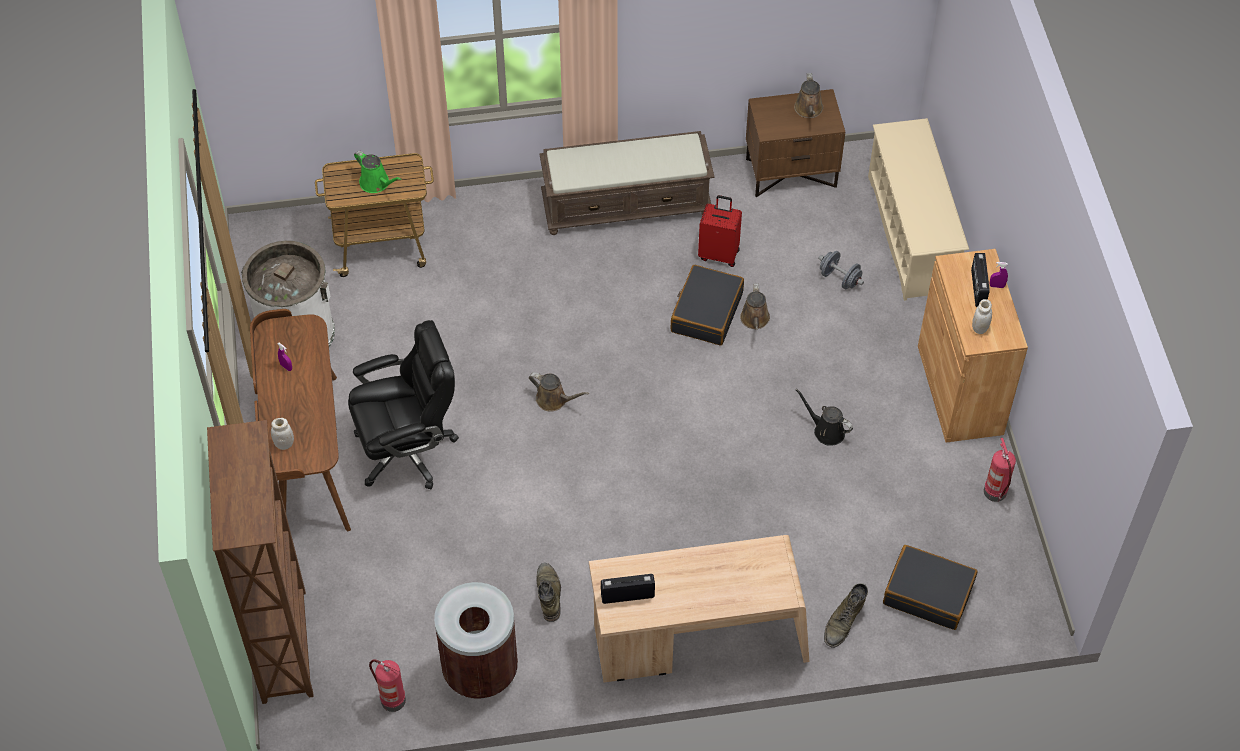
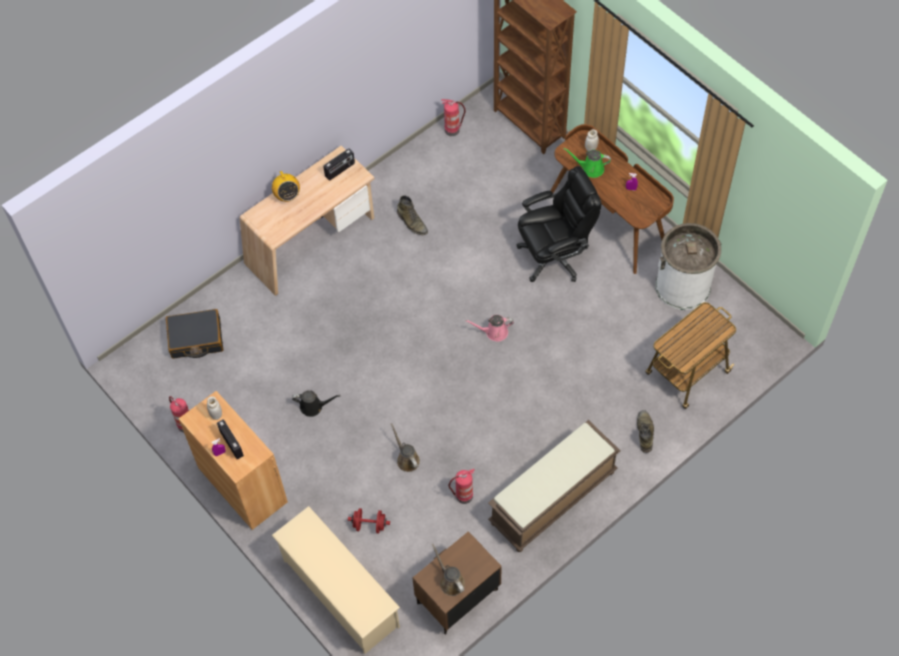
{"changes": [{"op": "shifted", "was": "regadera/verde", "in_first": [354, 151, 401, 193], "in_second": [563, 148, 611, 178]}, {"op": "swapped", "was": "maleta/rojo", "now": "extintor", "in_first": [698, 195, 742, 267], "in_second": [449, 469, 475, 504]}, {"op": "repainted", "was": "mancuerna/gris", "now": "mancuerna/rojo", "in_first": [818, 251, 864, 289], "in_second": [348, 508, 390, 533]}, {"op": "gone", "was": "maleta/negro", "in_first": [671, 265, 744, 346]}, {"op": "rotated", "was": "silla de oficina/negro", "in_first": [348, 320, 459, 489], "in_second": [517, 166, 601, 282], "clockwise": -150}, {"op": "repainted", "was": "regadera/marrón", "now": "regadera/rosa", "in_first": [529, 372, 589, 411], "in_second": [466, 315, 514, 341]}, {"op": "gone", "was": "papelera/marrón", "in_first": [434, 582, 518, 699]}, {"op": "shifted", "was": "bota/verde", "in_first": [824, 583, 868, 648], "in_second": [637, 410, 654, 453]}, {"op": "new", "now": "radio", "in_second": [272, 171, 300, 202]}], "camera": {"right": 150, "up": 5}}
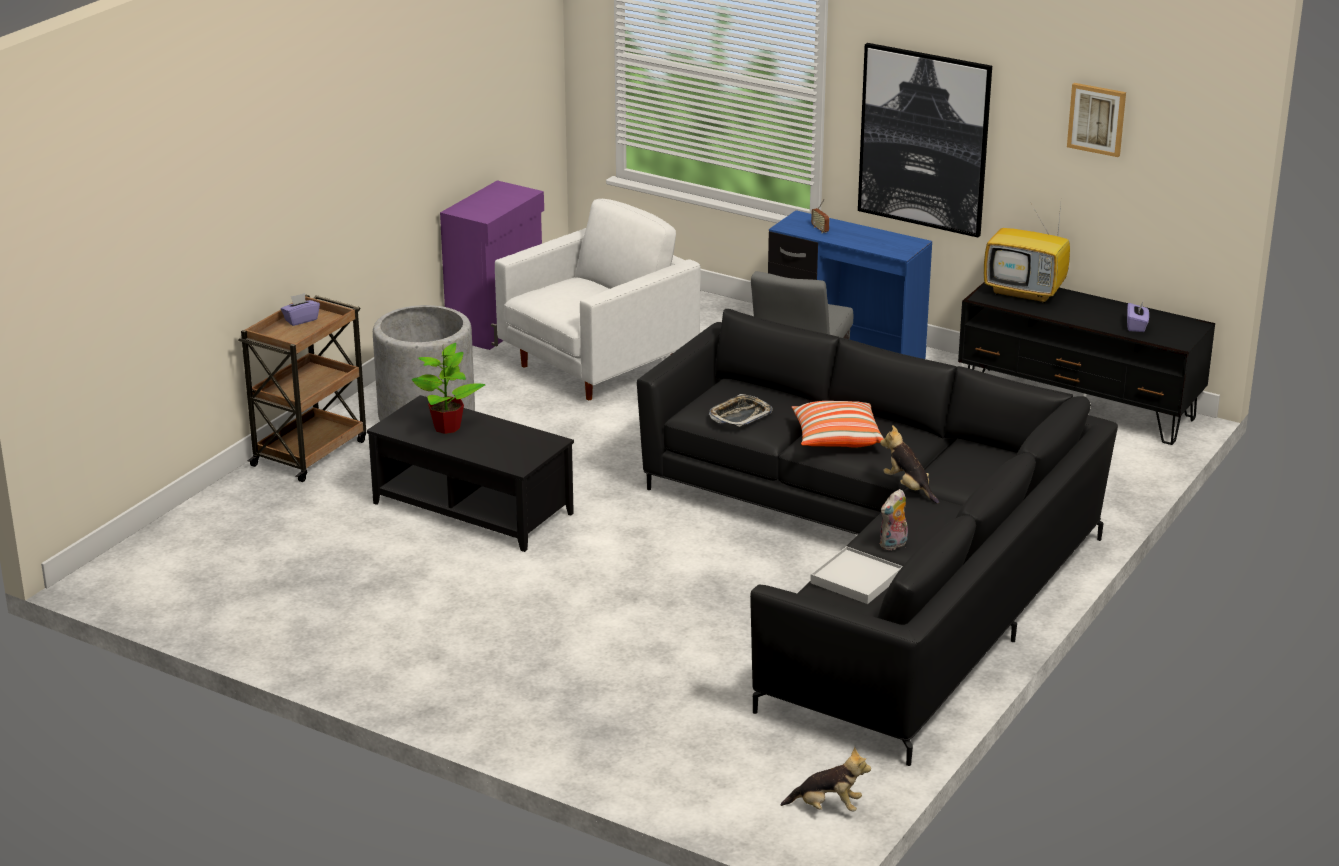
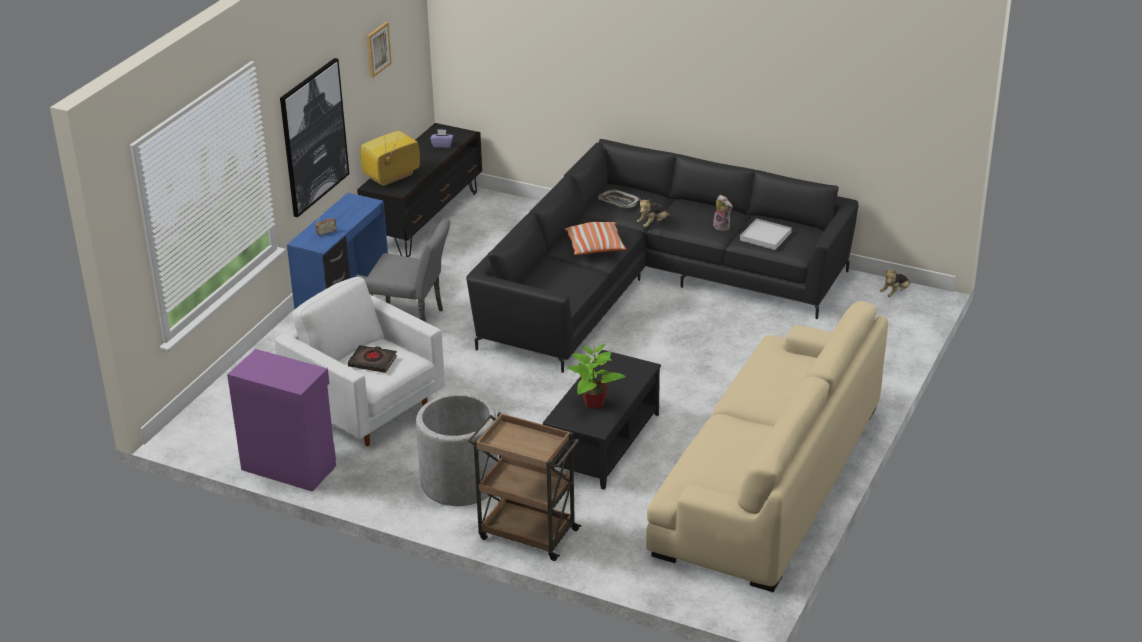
{"changes": [{"op": "rotated", "was": "televisor", "in_first": [984, 202, 1070, 303], "in_second": [360, 131, 420, 187], "clockwise": -150}, {"op": "gone", "was": "caja de pañuelos/morado", "in_first": [281, 293, 320, 326]}, {"op": "shifted", "was": "bandeja", "in_first": [709, 394, 773, 427], "in_second": [598, 190, 640, 208]}, {"op": "rotated", "was": "peluche", "in_first": [780, 746, 871, 811], "in_second": [880, 270, 911, 297], "clockwise": -135}, {"op": "new", "now": "sofá/beis", "in_second": [646, 301, 888, 592]}, {"op": "new", "now": "libro/negro", "in_second": [348, 345, 397, 373]}], "camera": {"right": -95, "up": 5}}
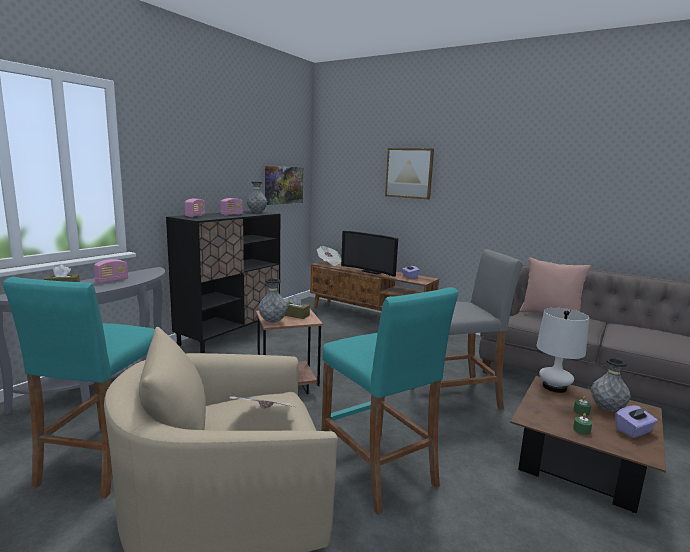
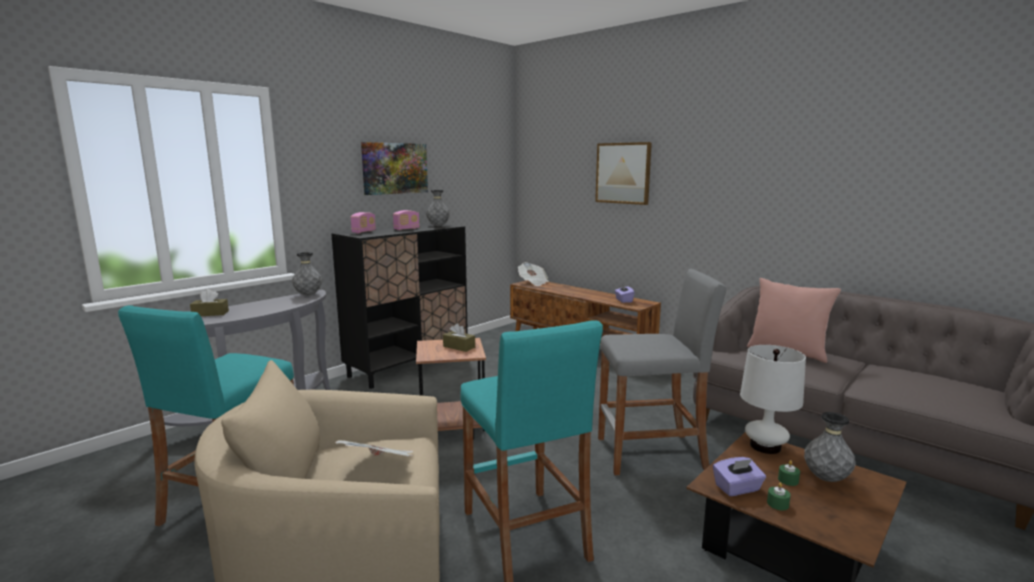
{"changes": [{"op": "shifted", "was": "cuadro", "in_first": [265, 166, 303, 205], "in_second": [361, 142, 428, 195]}, {"op": "gone", "was": "televisor", "in_first": [341, 231, 398, 277]}, {"op": "gone", "was": "radio", "in_first": [94, 259, 128, 283]}, {"op": "shifted", "was": "florero/gris", "in_first": [258, 278, 287, 323], "in_second": [292, 252, 322, 295]}, {"op": "shifted", "was": "caja de pañuelos/morado", "in_first": [615, 405, 658, 438], "in_second": [713, 457, 766, 496]}], "camera": {"right": 10, "up": 0}}
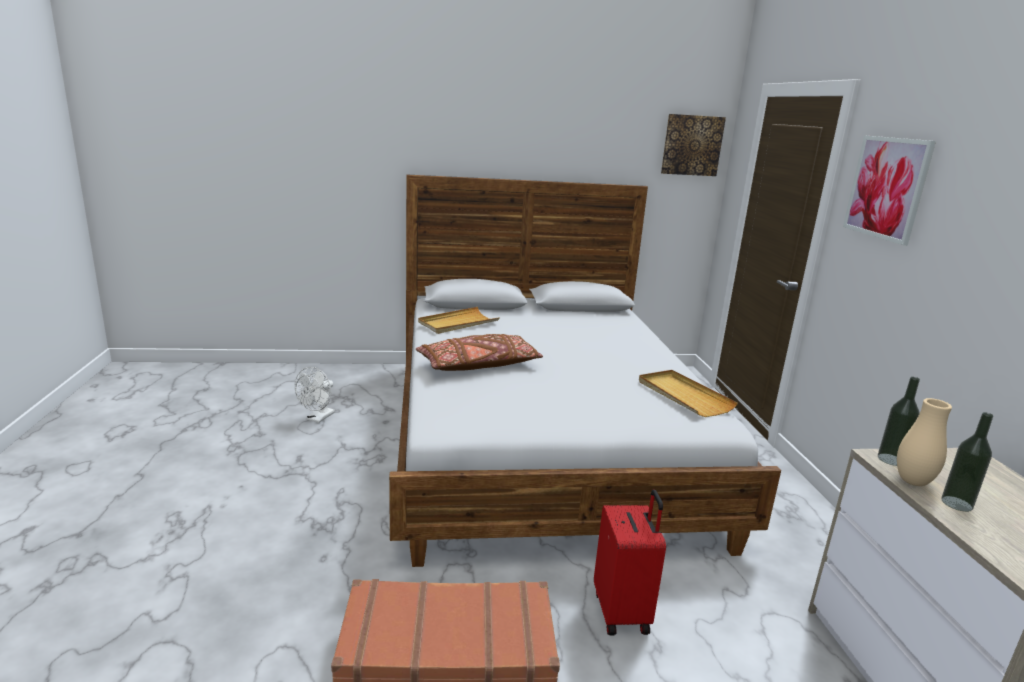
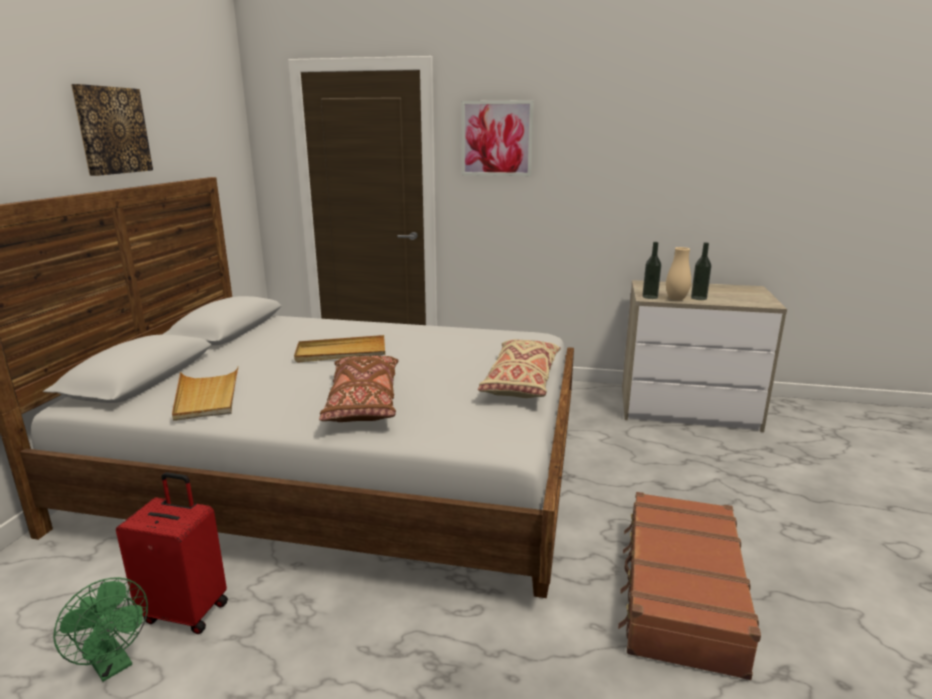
{"changes": [{"op": "shifted", "was": "cuadro", "in_first": [661, 114, 726, 176], "in_second": [71, 84, 153, 176]}, {"op": "repainted", "was": "ventilador/blanco", "now": "ventilador/verde", "in_first": [295, 367, 335, 423], "in_second": [53, 577, 148, 682]}, {"op": "shifted", "was": "bandeja/beis", "in_first": [639, 370, 738, 417], "in_second": [294, 335, 385, 363]}, {"op": "shifted", "was": "maleta/rojo", "in_first": [594, 490, 666, 636], "in_second": [116, 472, 228, 634]}, {"op": "new", "now": "cojín/beis", "in_second": [478, 339, 561, 398]}], "camera": {"right": -70, "up": 0}}
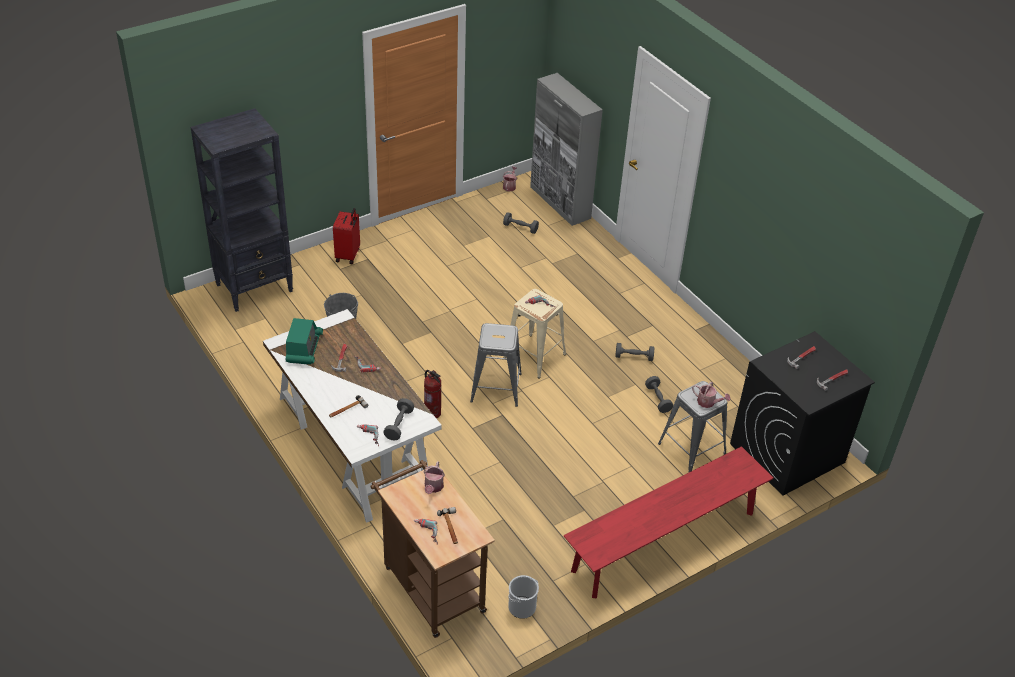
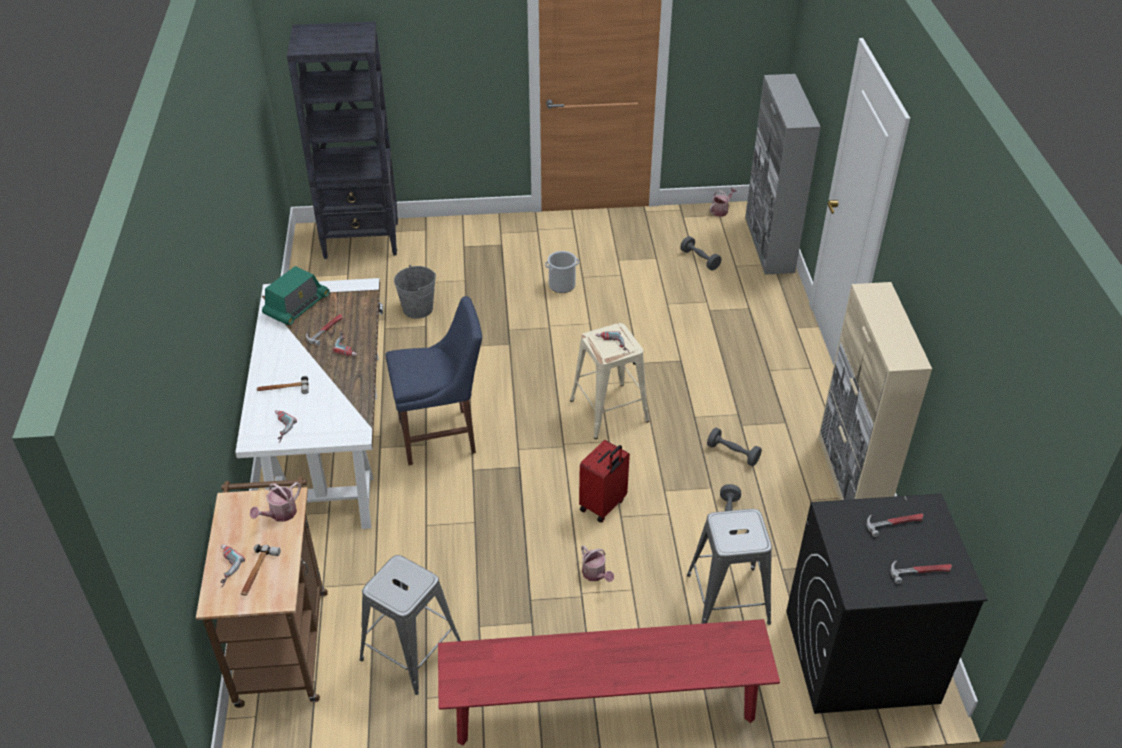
{"changes": [{"op": "shifted", "was": "maleta/rojo", "in_first": [333, 208, 360, 264], "in_second": [579, 440, 630, 523]}, {"op": "shifted", "was": "taburete/gris", "in_first": [470, 323, 522, 407], "in_second": [360, 555, 461, 695]}, {"op": "swapped", "was": "extintor", "now": "silla/azul", "in_first": [424, 370, 442, 418], "in_second": [386, 296, 482, 465]}, {"op": "shifted", "was": "regadera", "in_first": [692, 382, 730, 408], "in_second": [581, 545, 614, 582]}, {"op": "gone", "was": "mancuerna/gris", "in_first": [383, 398, 414, 441]}, {"op": "shifted", "was": "cubo", "in_first": [508, 575, 539, 619], "in_second": [545, 251, 579, 293]}, {"op": "new", "now": "armario/beis", "in_second": [818, 282, 932, 500]}], "camera": {"right": 30, "up": 0}}
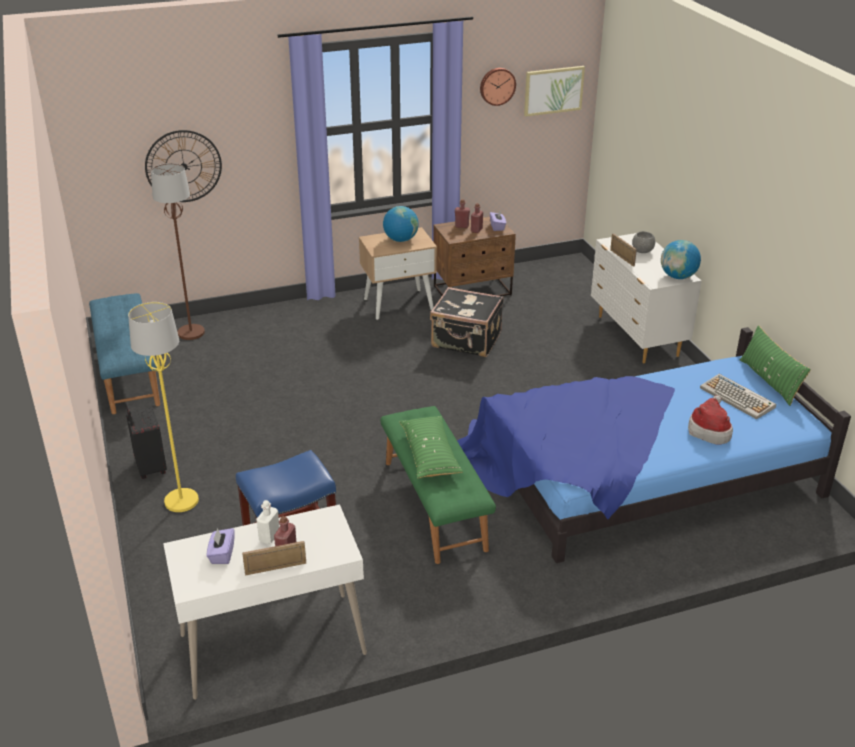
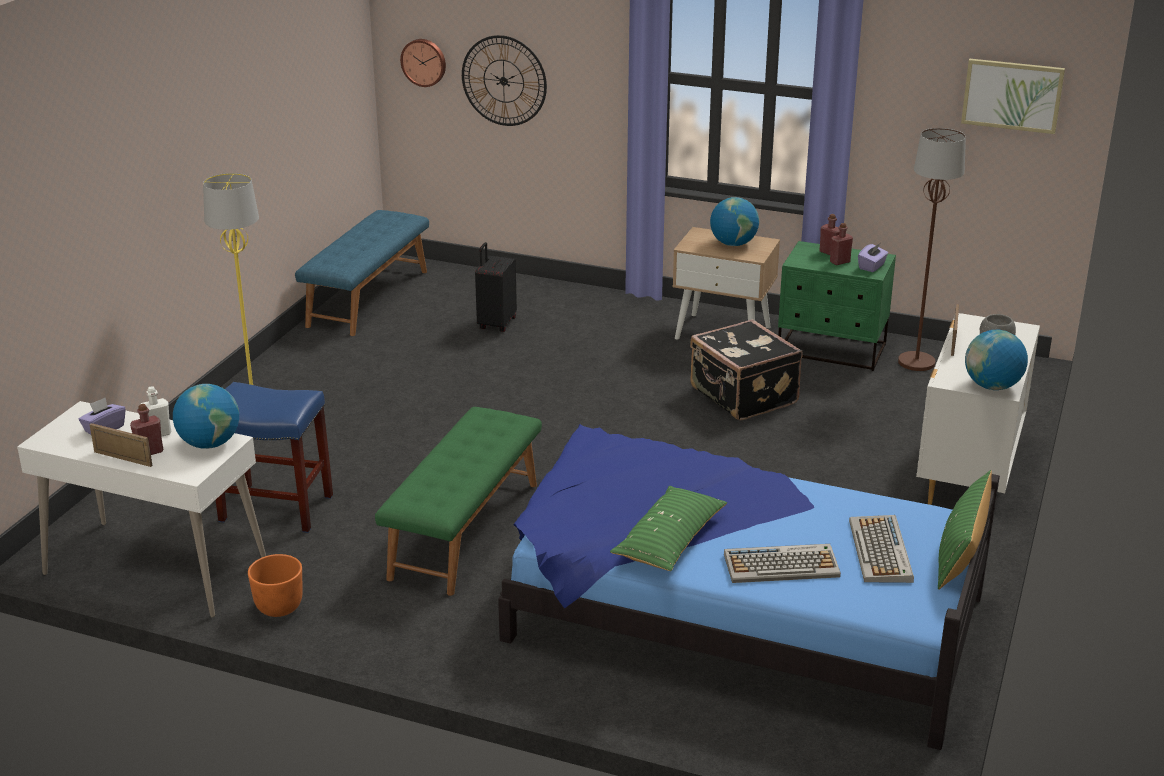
{"changes": [{"op": "shifted", "was": "reloj de pared", "in_first": [480, 68, 516, 106], "in_second": [400, 39, 446, 87]}, {"op": "shifted", "was": "lámpara de pie/marrón", "in_first": [151, 163, 205, 340], "in_second": [898, 128, 966, 371]}, {"op": "repainted", "was": "mesita de noche/marrón", "now": "mesita de noche/verde", "in_first": [433, 216, 516, 296], "in_second": [778, 241, 896, 371]}, {"op": "swapped", "was": "sombrero", "now": "teclado", "in_first": [688, 395, 733, 444], "in_second": [724, 544, 841, 583]}, {"op": "shifted", "was": "maleta/negro", "in_first": [126, 403, 167, 479], "in_second": [475, 242, 517, 332]}, {"op": "shifted", "was": "cojín/verde", "in_first": [399, 416, 463, 478], "in_second": [610, 486, 727, 571]}, {"op": "new", "now": "globo terráqueo", "in_second": [173, 384, 239, 449]}, {"op": "new", "now": "maceta/naranja", "in_second": [248, 554, 303, 617]}], "camera": {"right": 40, "up": -5}}
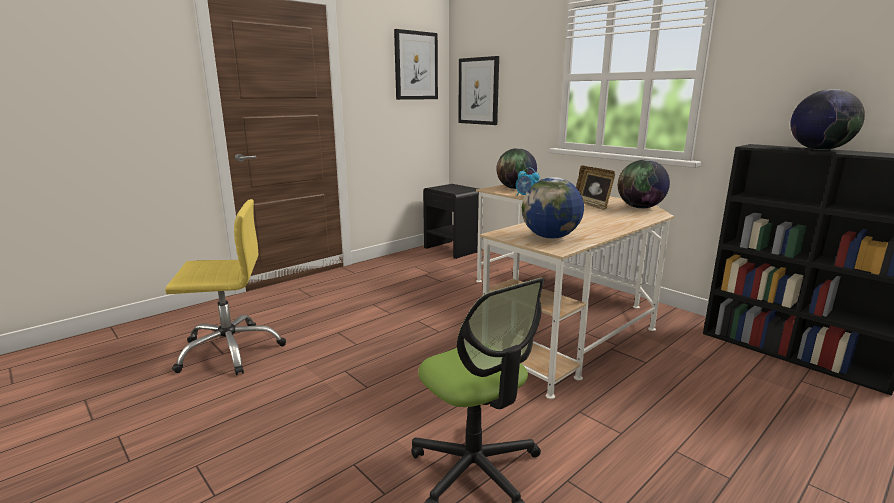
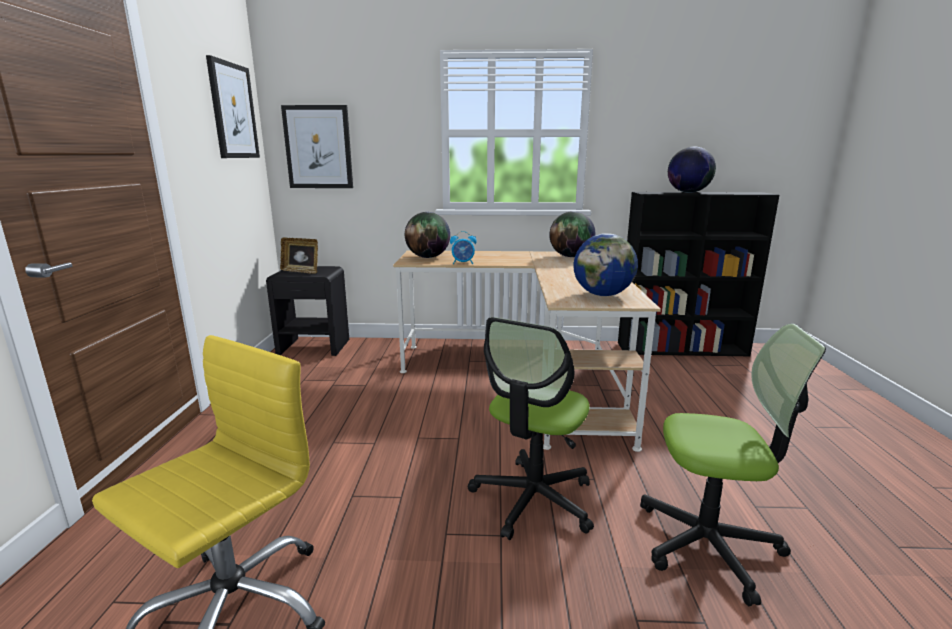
{"changes": [{"op": "shifted", "was": "portarretratos", "in_first": [576, 166, 615, 210], "in_second": [280, 237, 318, 274]}, {"op": "new", "now": "silla de oficina", "in_second": [468, 317, 594, 540]}], "camera": {"right": -45, "up": 0}}
